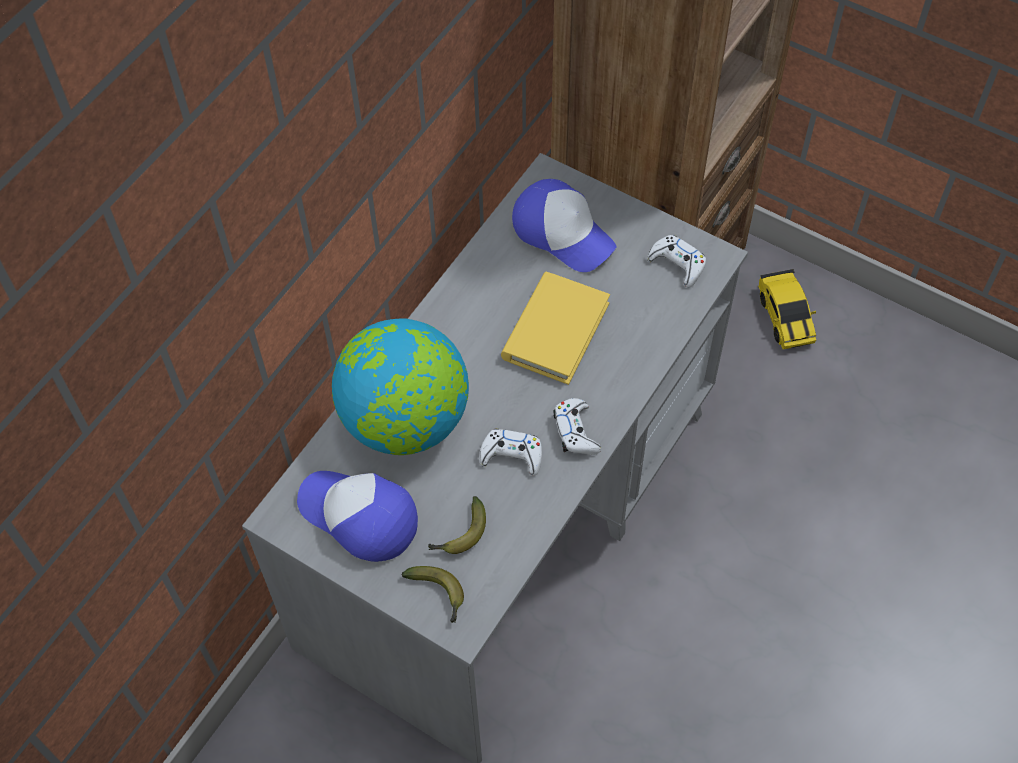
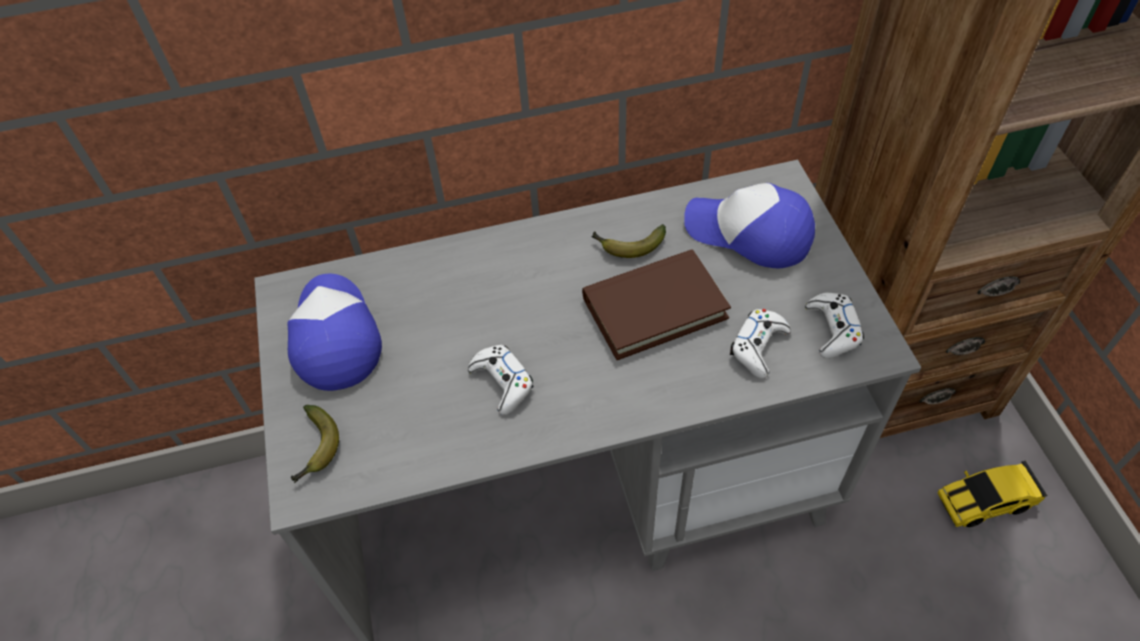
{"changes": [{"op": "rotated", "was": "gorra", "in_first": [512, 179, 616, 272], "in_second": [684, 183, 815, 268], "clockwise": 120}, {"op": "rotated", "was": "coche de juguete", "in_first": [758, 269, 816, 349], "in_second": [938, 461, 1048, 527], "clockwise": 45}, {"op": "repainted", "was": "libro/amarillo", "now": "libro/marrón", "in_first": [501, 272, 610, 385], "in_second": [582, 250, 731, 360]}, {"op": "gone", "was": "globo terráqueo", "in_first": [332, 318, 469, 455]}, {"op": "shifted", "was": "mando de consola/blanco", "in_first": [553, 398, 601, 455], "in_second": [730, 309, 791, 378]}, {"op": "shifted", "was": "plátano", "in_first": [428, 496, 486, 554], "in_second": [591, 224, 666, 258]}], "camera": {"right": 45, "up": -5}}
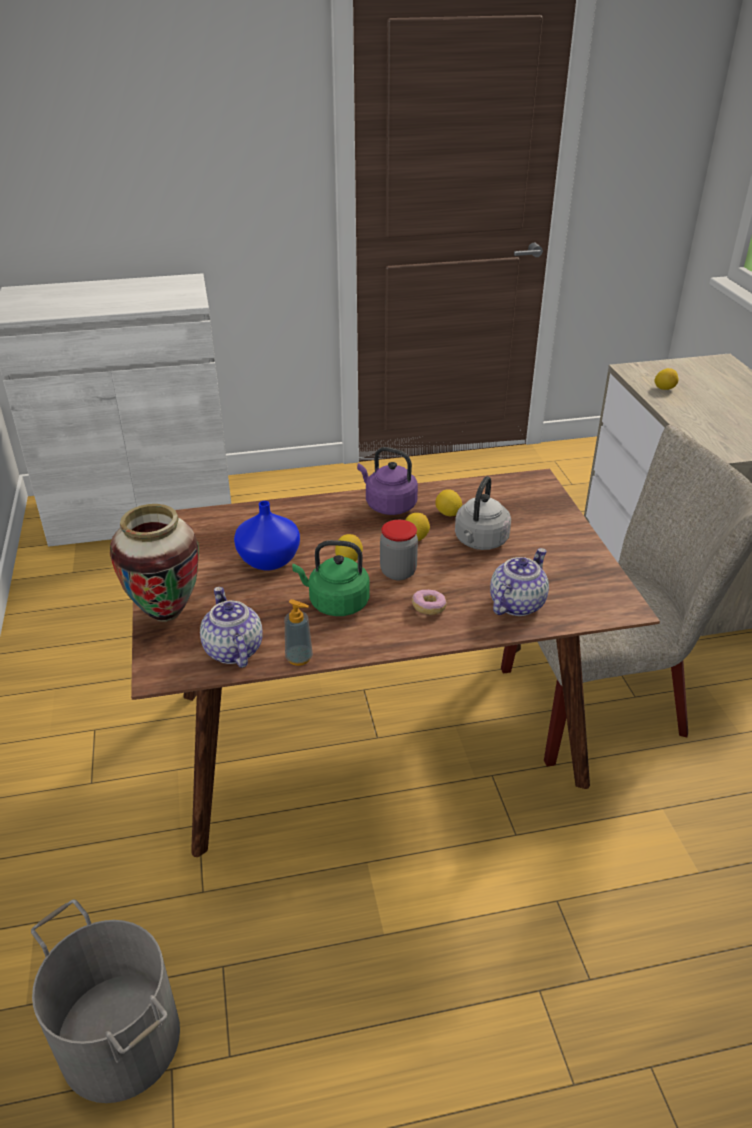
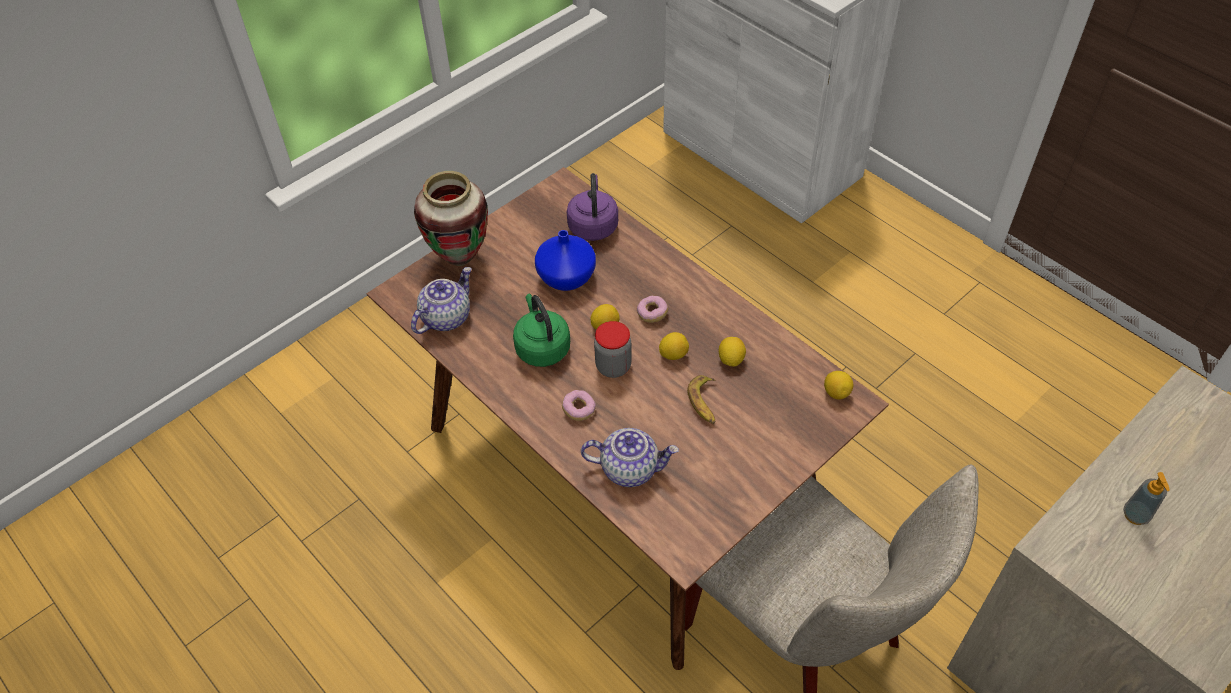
{"changes": [{"op": "shifted", "was": "limón", "in_first": [655, 368, 679, 390], "in_second": [824, 371, 853, 400]}, {"op": "shifted", "was": "hervidor/morado", "in_first": [357, 447, 418, 515], "in_second": [567, 173, 618, 241]}, {"op": "swapped", "was": "hervidor/gris", "now": "plátano", "in_first": [455, 476, 511, 550], "in_second": [687, 375, 716, 424]}, {"op": "shifted", "was": "dispensador de jabón", "in_first": [285, 599, 313, 666], "in_second": [1123, 472, 1170, 525]}, {"op": "gone", "was": "cubo/gris", "in_first": [31, 899, 180, 1103]}, {"op": "new", "now": "rosquilla", "in_second": [637, 296, 668, 323]}], "camera": {"right": 60, "up": 15}}
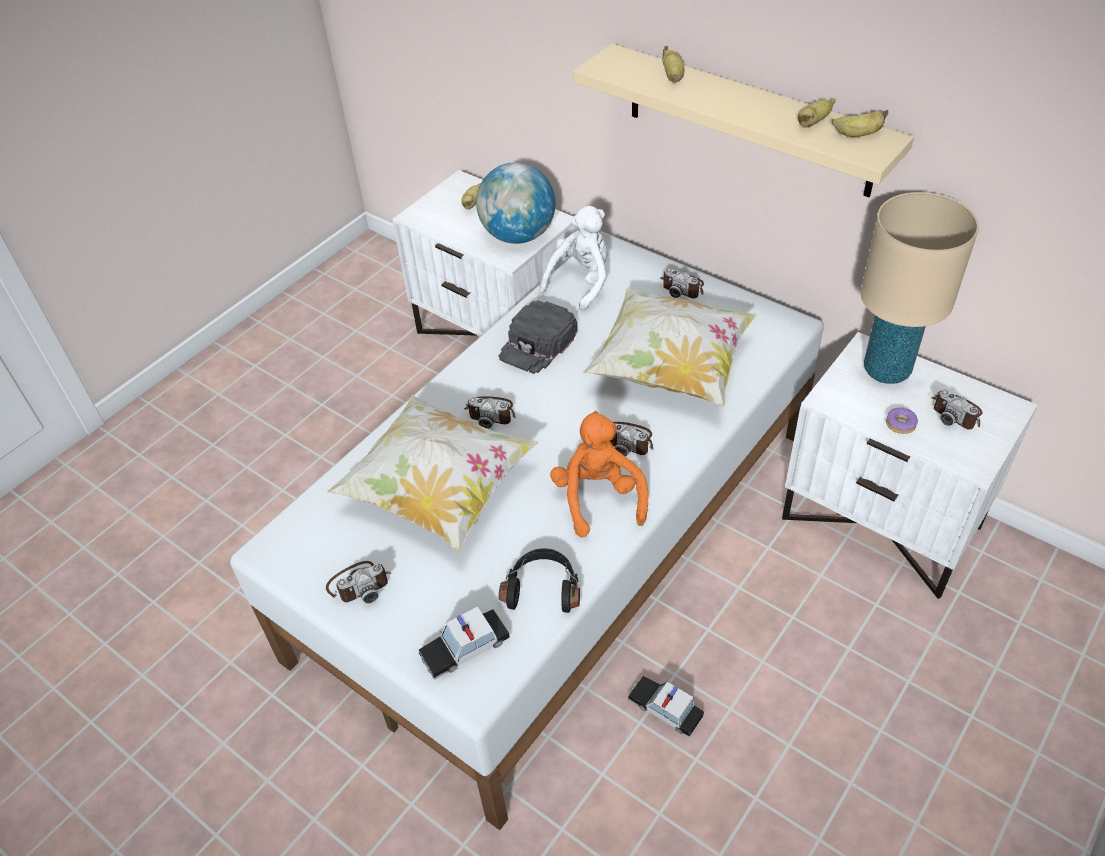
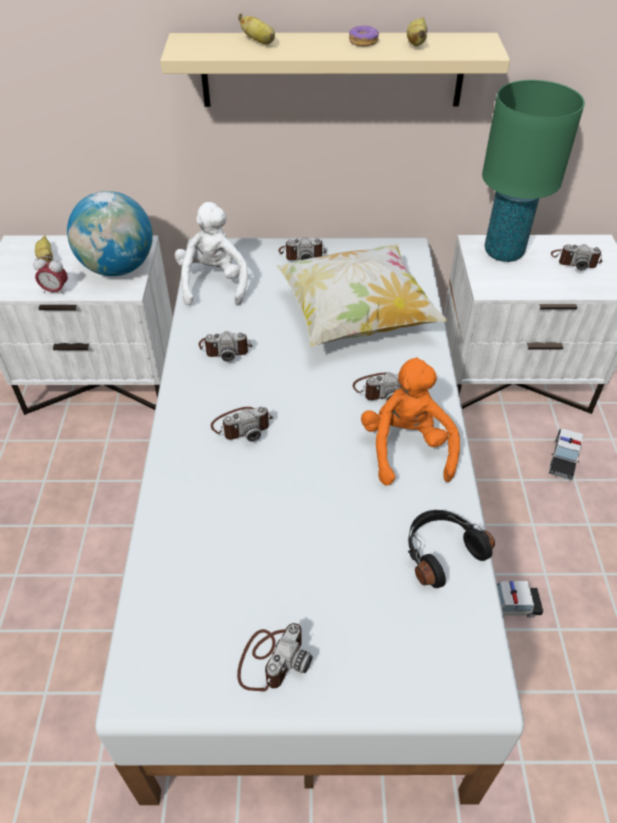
{"changes": [{"op": "gone", "was": "plátano", "in_first": [832, 110, 888, 137]}, {"op": "repainted", "was": "lámpara de mesa/beis", "now": "lámpara de mesa/verde", "in_first": [860, 192, 979, 384], "in_second": [482, 80, 585, 262]}, {"op": "swapped", "was": "gorra/negro", "now": "cámara", "in_first": [499, 300, 577, 374], "in_second": [199, 331, 252, 362]}, {"op": "gone", "was": "cojín", "in_first": [327, 395, 539, 551]}, {"op": "shifted", "was": "rosquilla", "in_first": [886, 408, 918, 434], "in_second": [349, 26, 379, 47]}, {"op": "rotated", "was": "peluche/naranja", "in_first": [550, 411, 648, 538], "in_second": [361, 357, 460, 486], "clockwise": 45}, {"op": "shifted", "was": "coche de juguete", "in_first": [419, 606, 510, 680], "in_second": [549, 428, 584, 480]}, {"op": "new", "now": "despertador", "in_second": [33, 256, 68, 295]}], "camera": {"right": -40, "up": 0}}
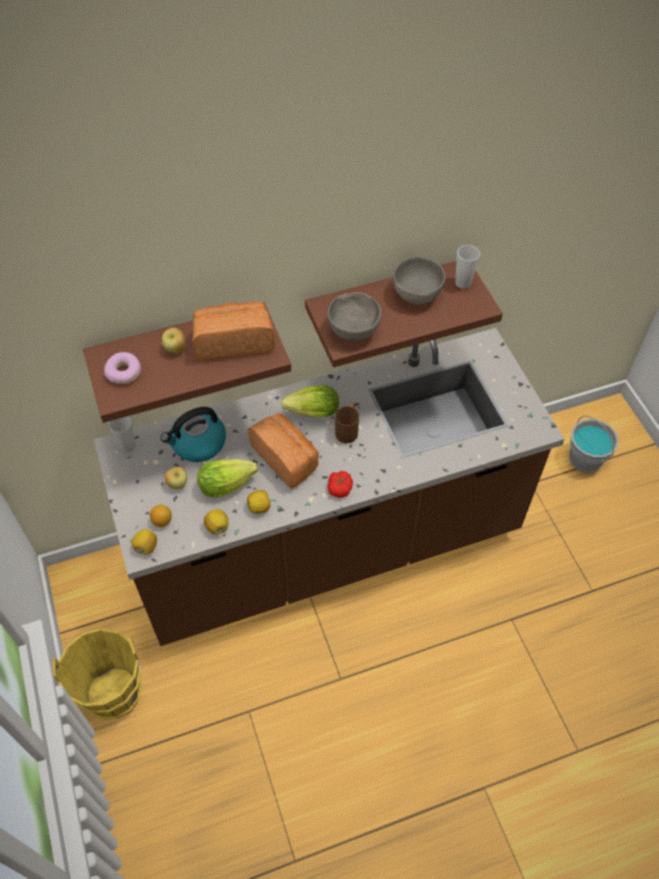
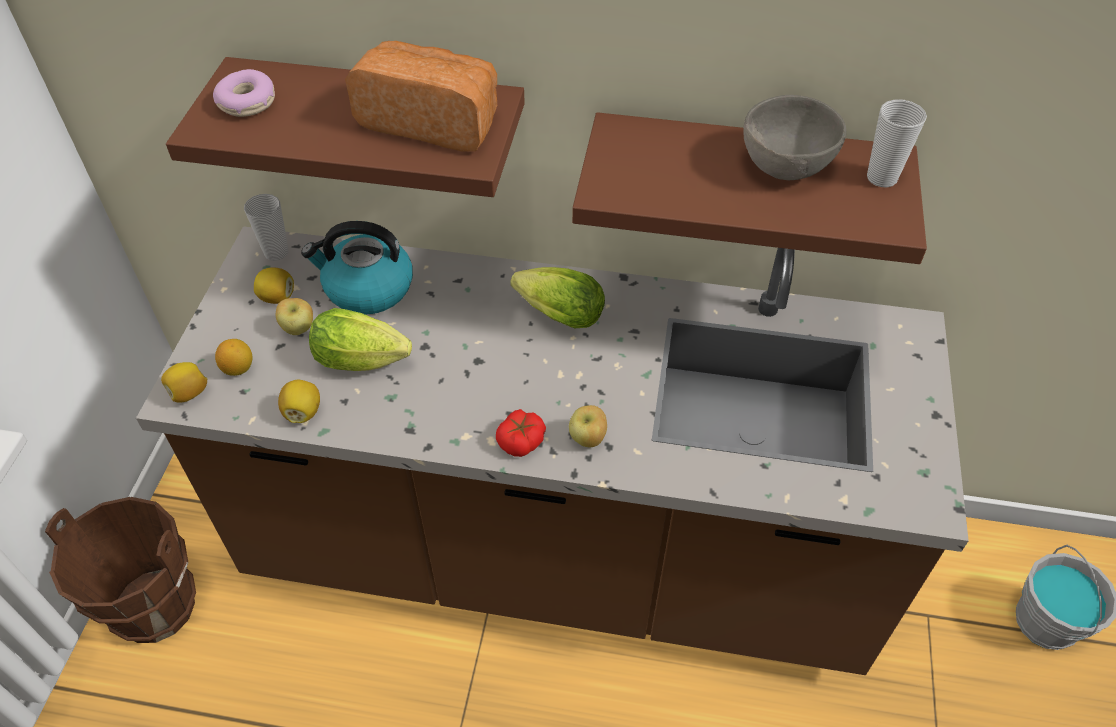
{"changes": [{"op": "gone", "was": "cuenco/gris", "in_first": [328, 292, 381, 341]}, {"op": "shifted", "was": "manzana", "in_first": [162, 328, 185, 353], "in_second": [569, 405, 607, 447]}, {"op": "gone", "was": "taza grande/marrón", "in_first": [335, 404, 359, 443]}, {"op": "gone", "was": "pan", "in_first": [248, 414, 319, 489]}, {"op": "shifted", "was": "limón", "in_first": [247, 490, 271, 514], "in_second": [254, 267, 294, 304]}, {"op": "repainted", "was": "cubo/amarillo", "now": "cubo/marrón", "in_first": [53, 628, 142, 720], "in_second": [45, 497, 196, 643]}], "camera": {"right": 30, "up": -5}}
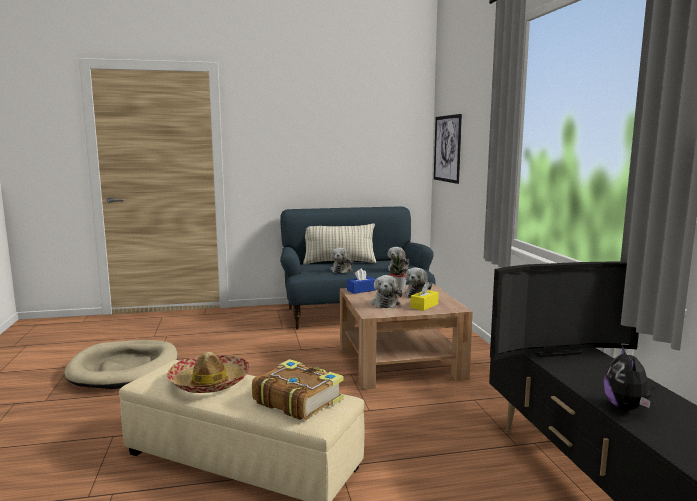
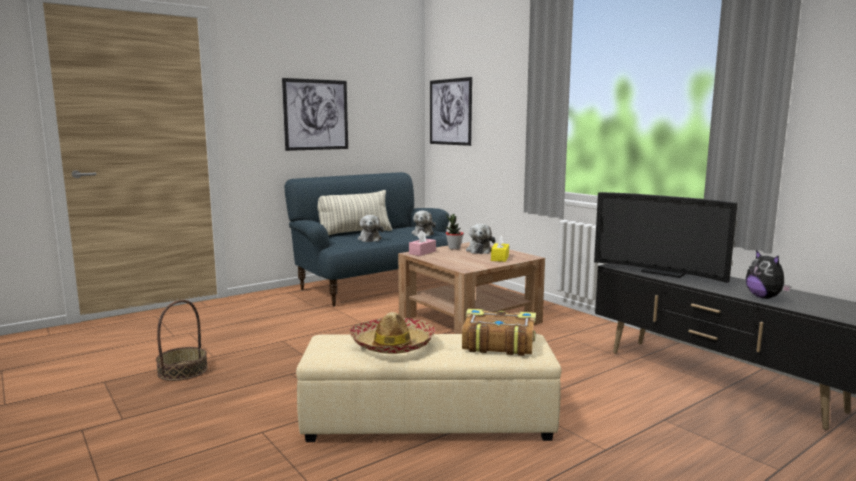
{"changes": [{"op": "rotated", "was": "televisor", "in_first": [490, 262, 639, 360], "in_second": [594, 192, 738, 283], "clockwise": 75}, {"op": "repainted", "was": "caja de pañuelos/azul", "now": "caja de pañuelos/rosa", "in_first": [347, 268, 376, 294], "in_second": [409, 230, 436, 256]}, {"op": "gone", "was": "peluche", "in_first": [371, 275, 402, 308]}, {"op": "swapped", "was": "cama para perro/beis", "now": "cesta", "in_first": [65, 340, 178, 389], "in_second": [156, 300, 208, 381]}, {"op": "new", "now": "cuadro", "in_second": [282, 78, 348, 151]}], "camera": {"right": -25, "up": 0}}
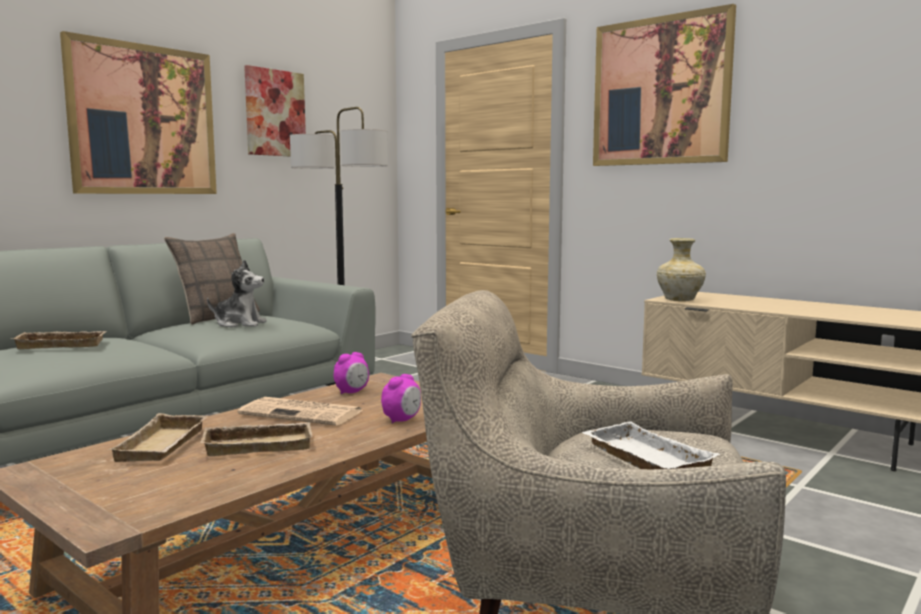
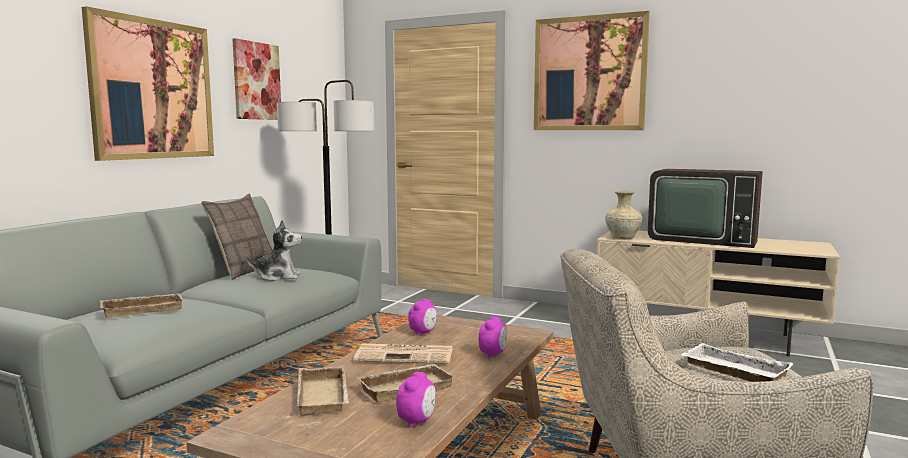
{"changes": [{"op": "new", "now": "televisor", "in_second": [648, 169, 763, 248]}, {"op": "new", "now": "despertador", "in_second": [396, 372, 436, 427]}], "camera": {"right": -15, "up": 0}}
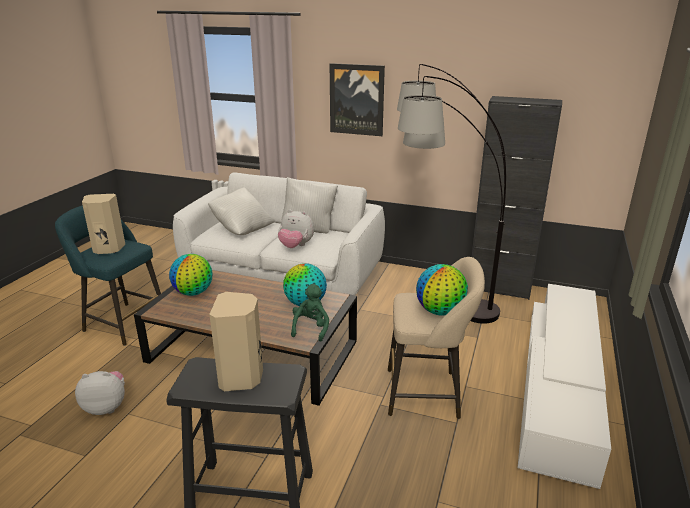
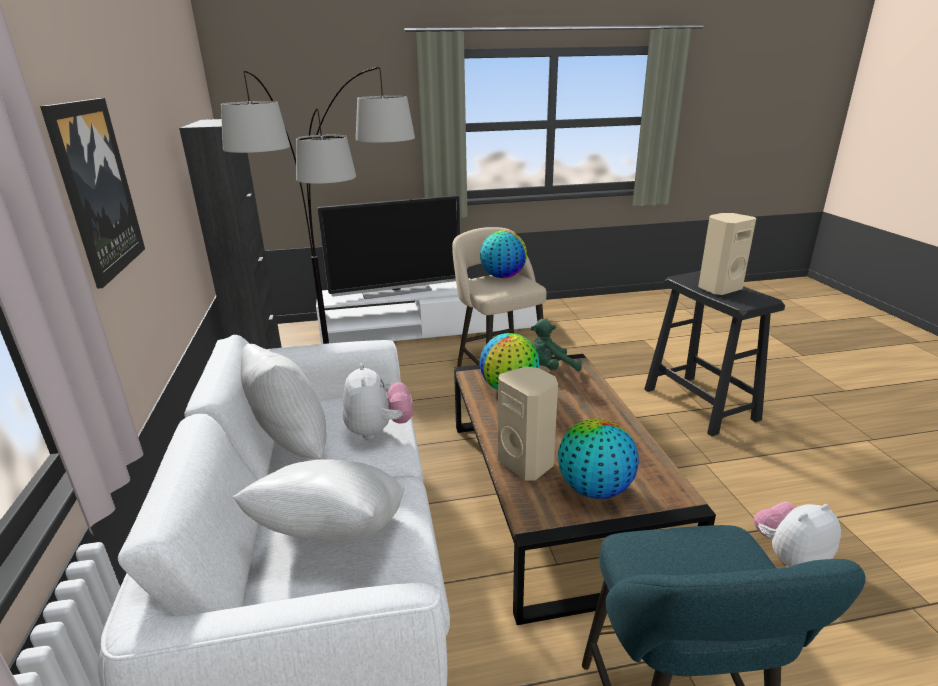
{"changes": [{"op": "shifted", "was": "altavoz/beis", "in_first": [82, 194, 125, 254], "in_second": [498, 366, 558, 481]}, {"op": "rotated", "was": "peluche", "in_first": [75, 371, 125, 415], "in_second": [754, 502, 841, 567], "clockwise": 105}, {"op": "new", "now": "televisor", "in_second": [317, 195, 461, 299]}], "camera": {"right": -120, "up": 0}}
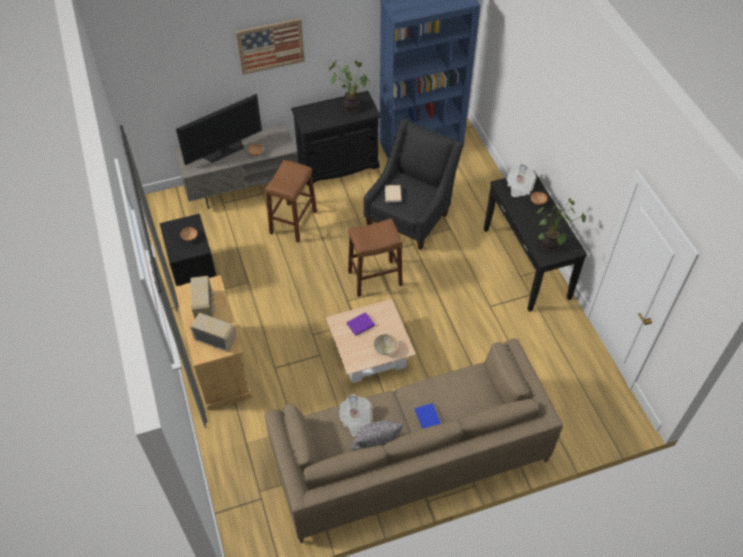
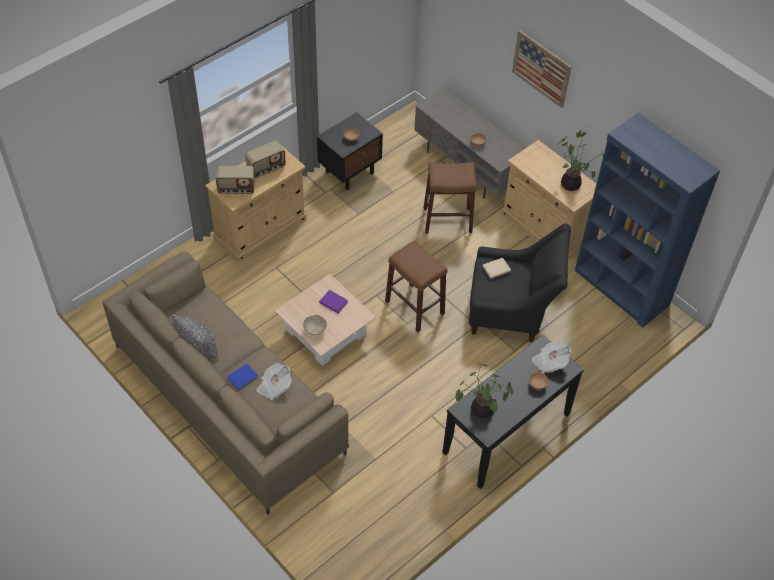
{"changes": [{"op": "repainted", "was": "armario/negro", "now": "armario/beis", "in_first": [291, 91, 381, 185], "in_second": [501, 140, 596, 259]}, {"op": "gone", "was": "televisor", "in_first": [176, 94, 262, 165]}, {"op": "rotated", "was": "radio", "in_first": [190, 313, 237, 352], "in_second": [216, 166, 255, 194], "clockwise": 90}, {"op": "shifted", "was": "periódico", "in_first": [339, 394, 372, 437], "in_second": [256, 363, 292, 400]}], "camera": {"right": 65, "up": 0}}
